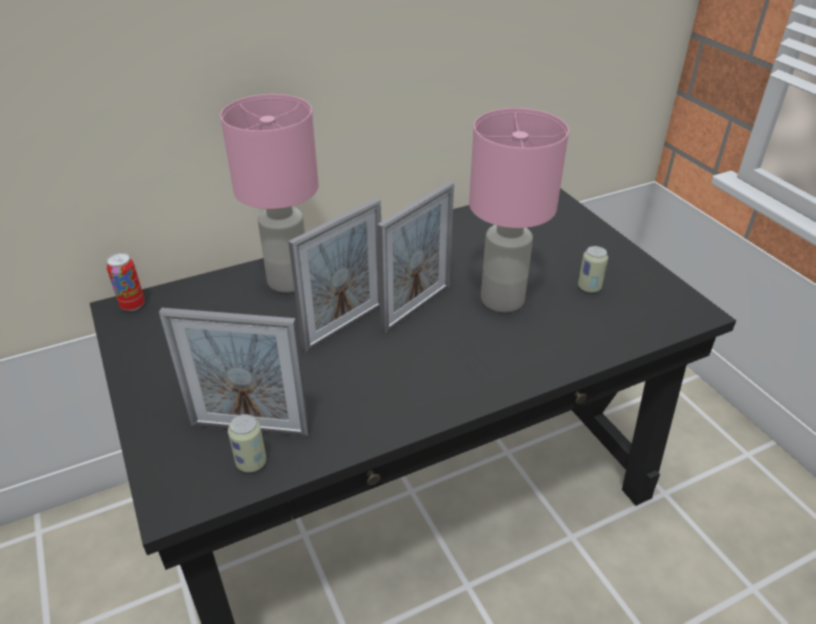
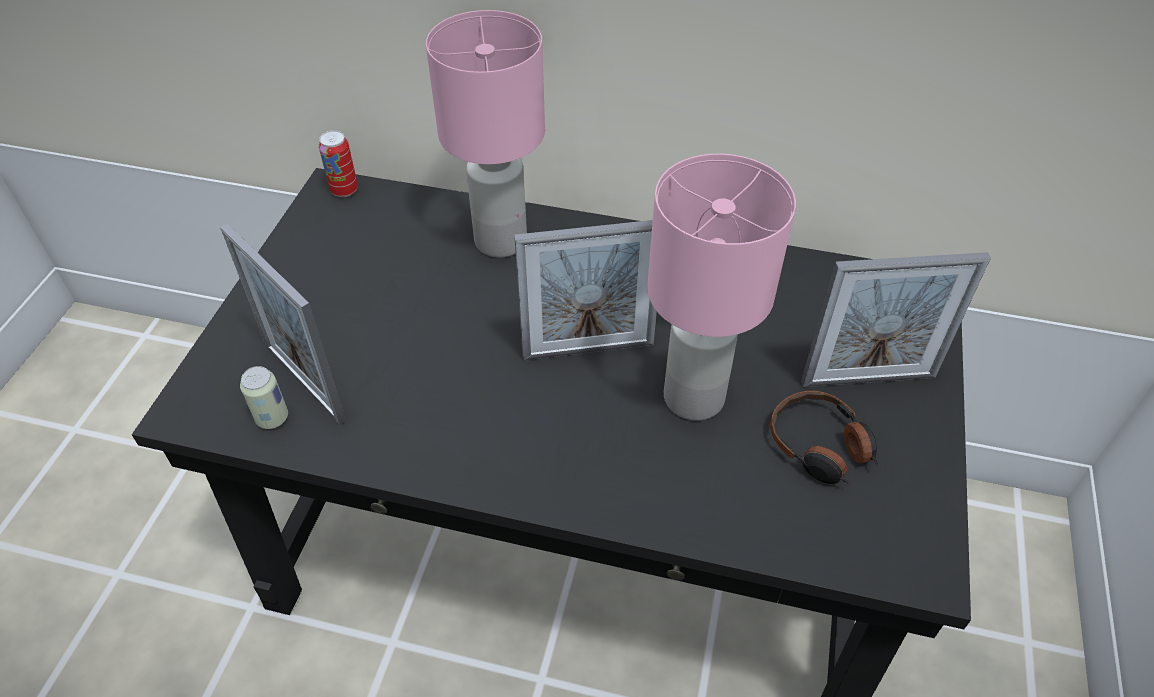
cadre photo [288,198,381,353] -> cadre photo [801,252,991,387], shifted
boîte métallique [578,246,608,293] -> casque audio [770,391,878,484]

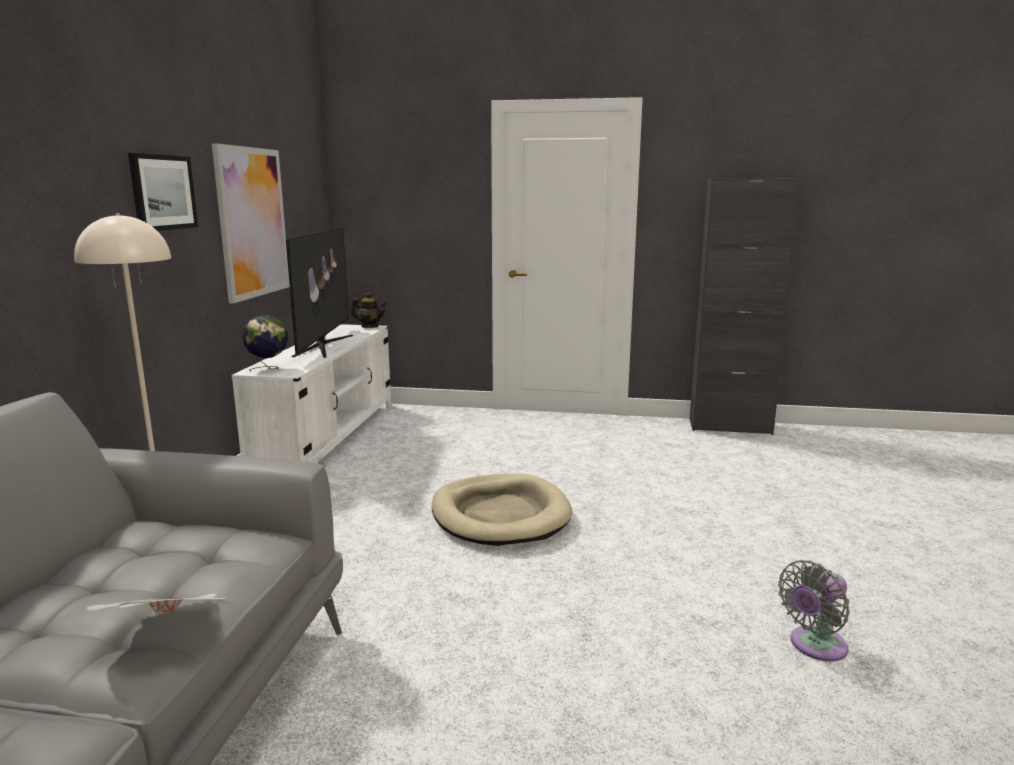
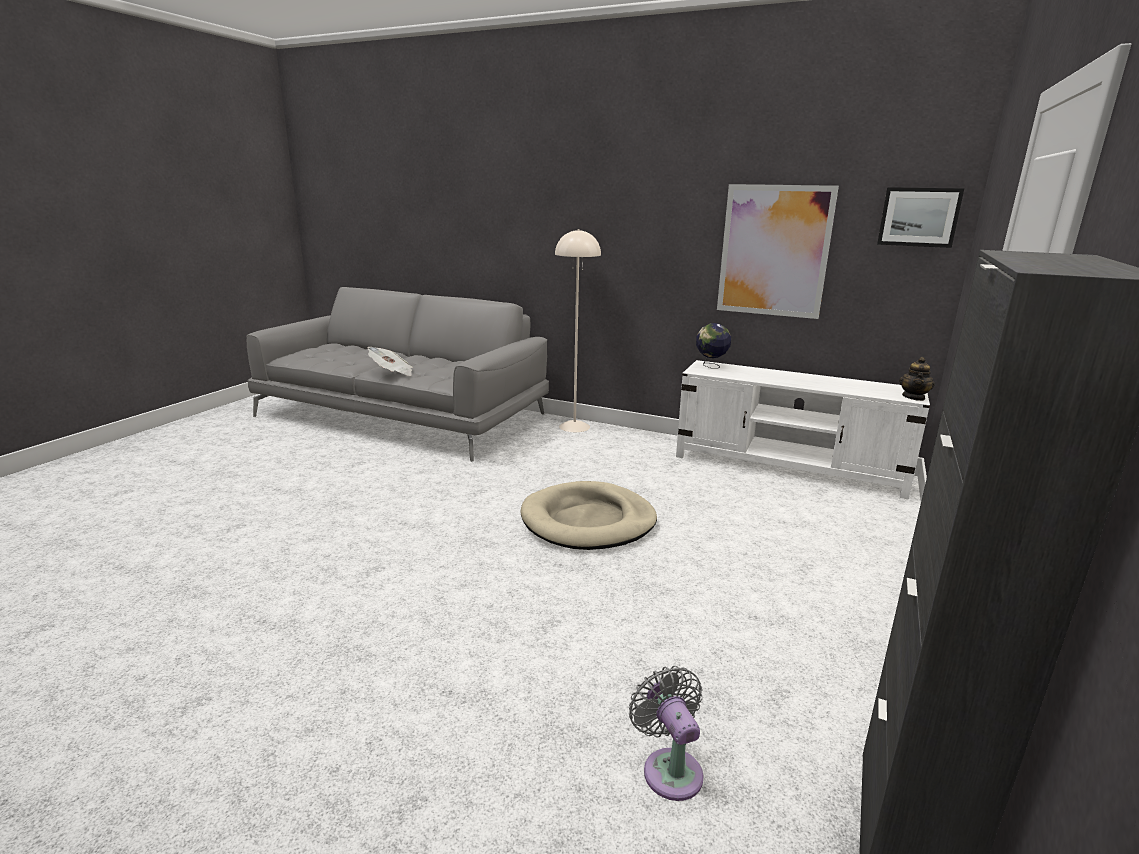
tableau [128,153,198,231] -> tableau [877,187,964,248], shifted
téléviseur [286,228,353,358] -> none
ventilateur/gris [778,560,850,661] -> ventilateur/gris [629,666,704,801], shifted

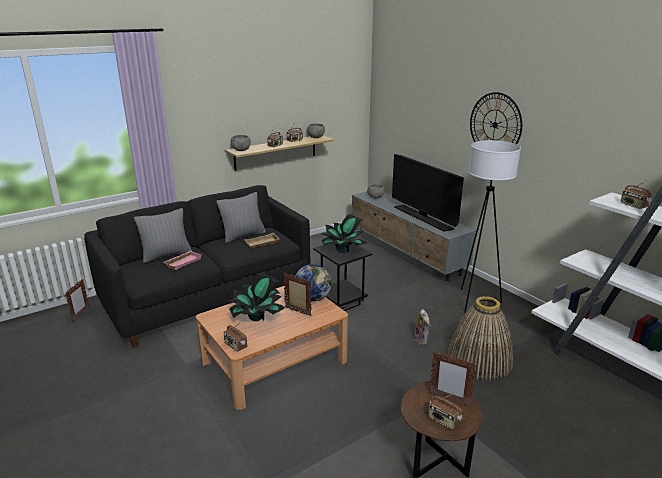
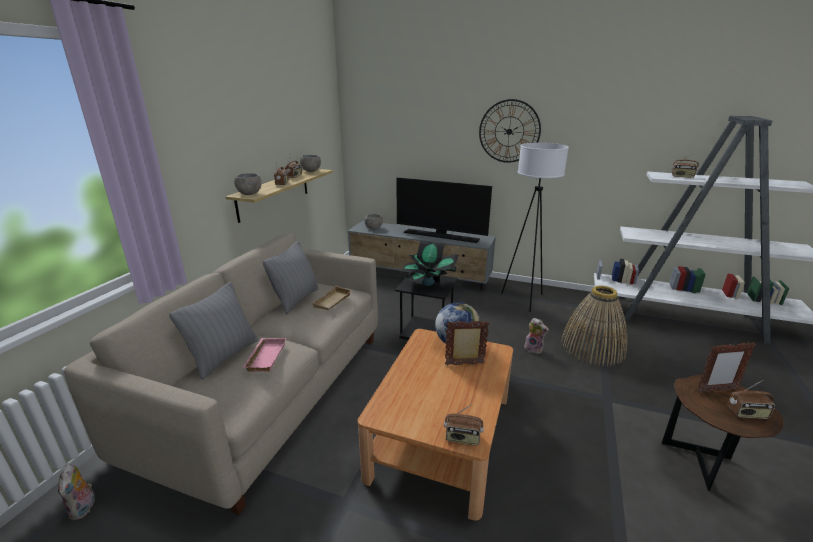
canapé/noir [84,185,311,348] -> canapé/beige [64,233,378,515]
plante en pot [227,272,285,321] -> none
cadre photo [65,279,90,321] -> peluche [58,463,95,520]

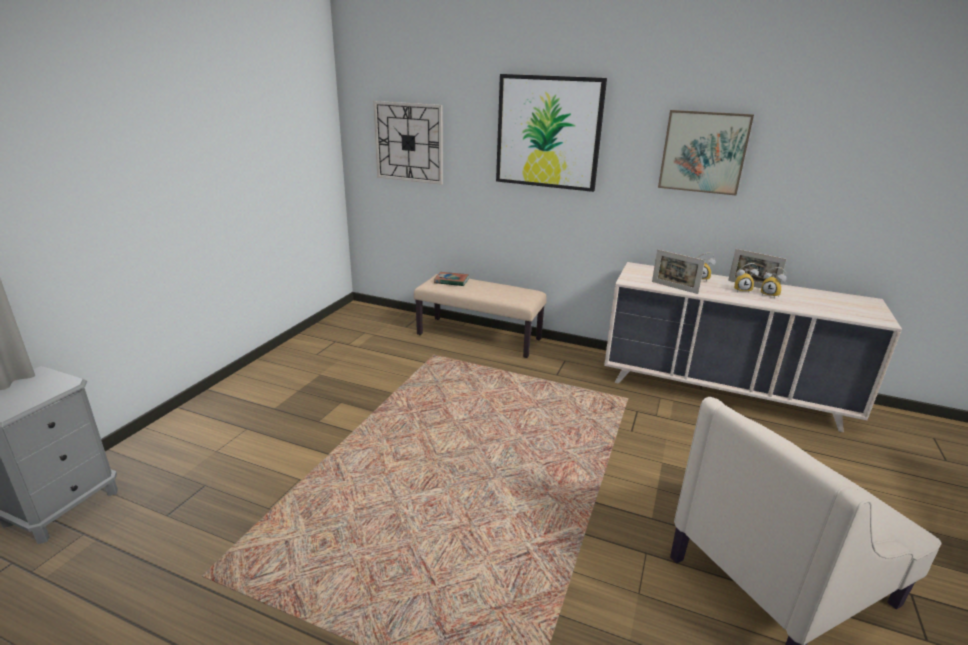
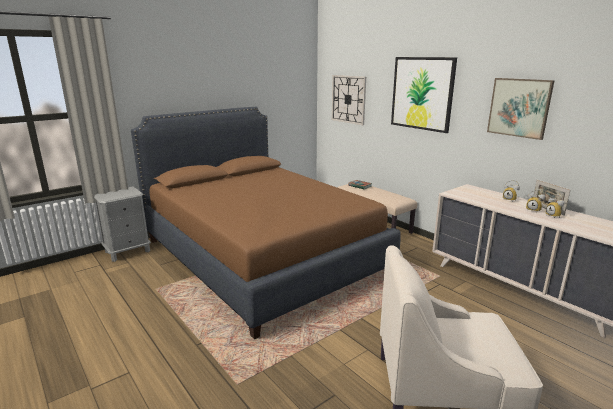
cadre photo [652,249,705,294] -> none
none -> lit/marron [131,107,401,339]

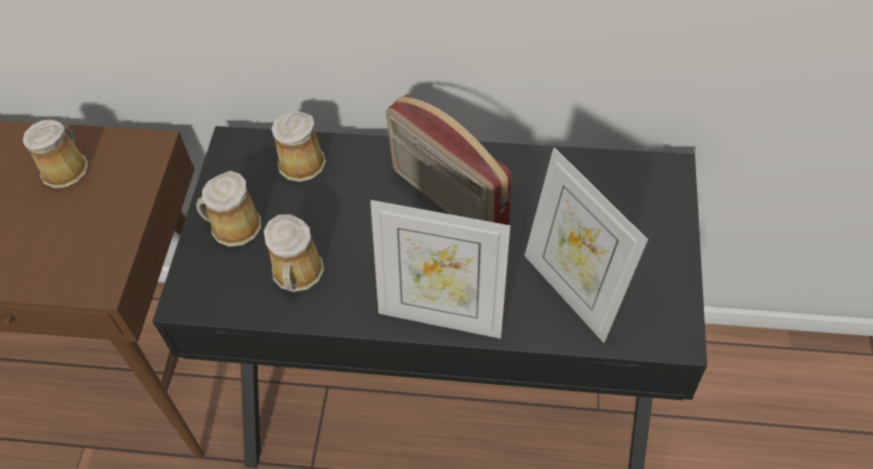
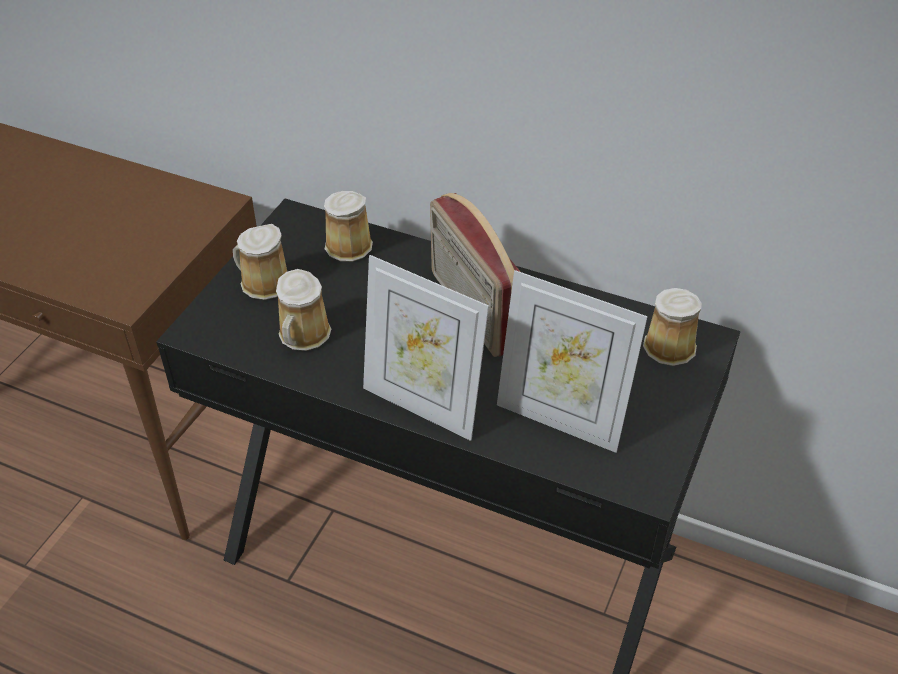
mug [22,120,88,188] -> mug [643,288,702,366], shifted
cadre photo [524,147,648,343] -> cadre photo [497,270,648,453], 45 degrees counterclockwise

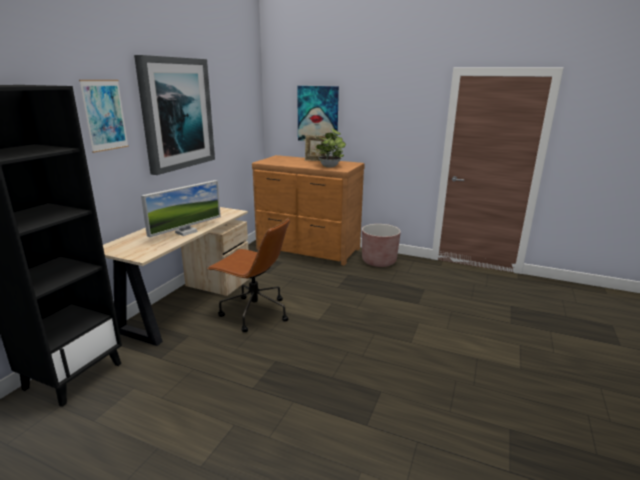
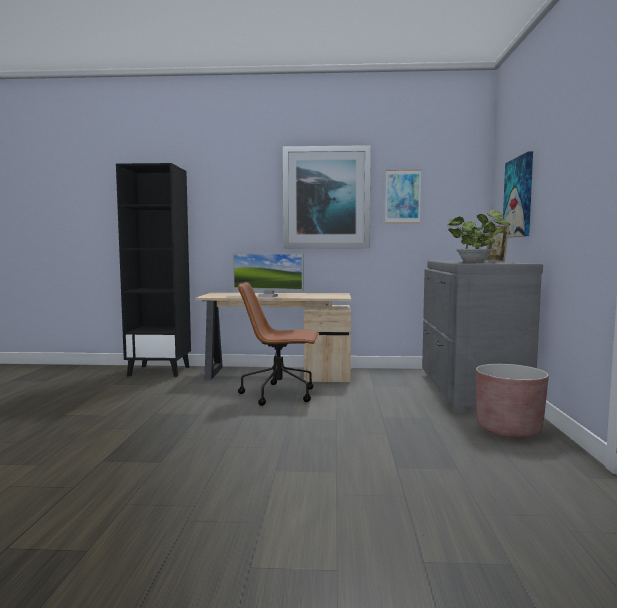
tableau [79,80,129,153] -> tableau [385,170,421,223], shifted
commode/marron [252,155,365,266] -> commode/gris [422,261,543,413]
chaise de bureau/marron [207,218,290,332] -> chaise de bureau/marron [238,282,319,406], 90 degrees clockwise

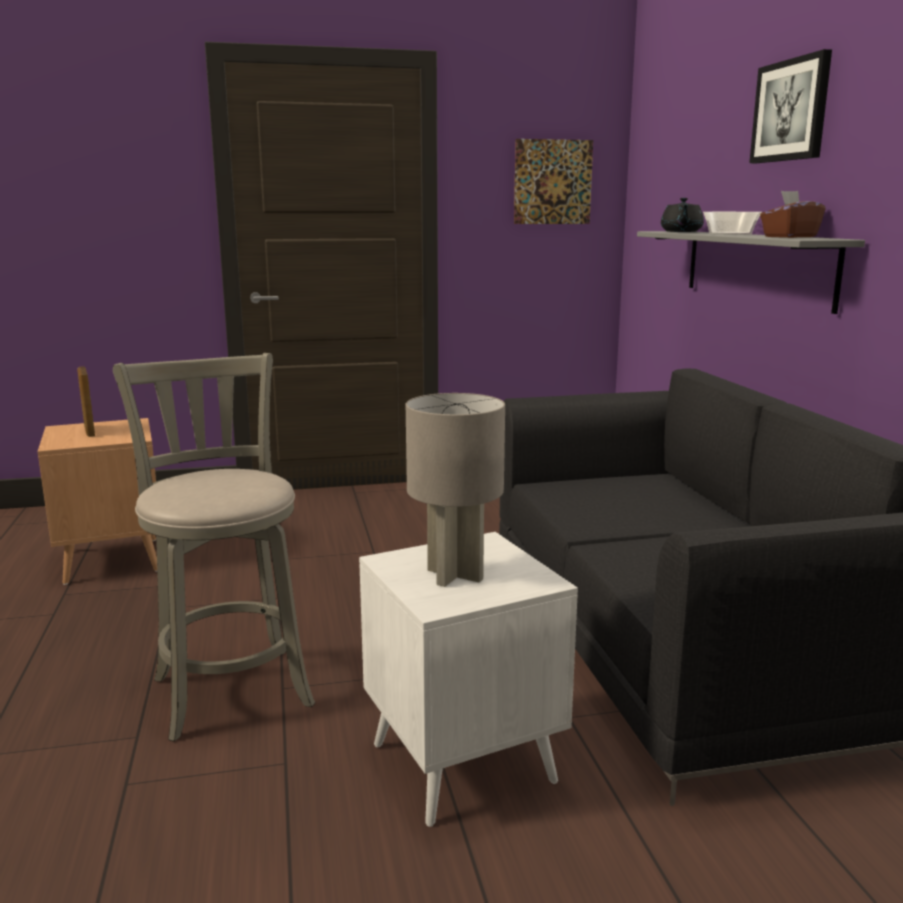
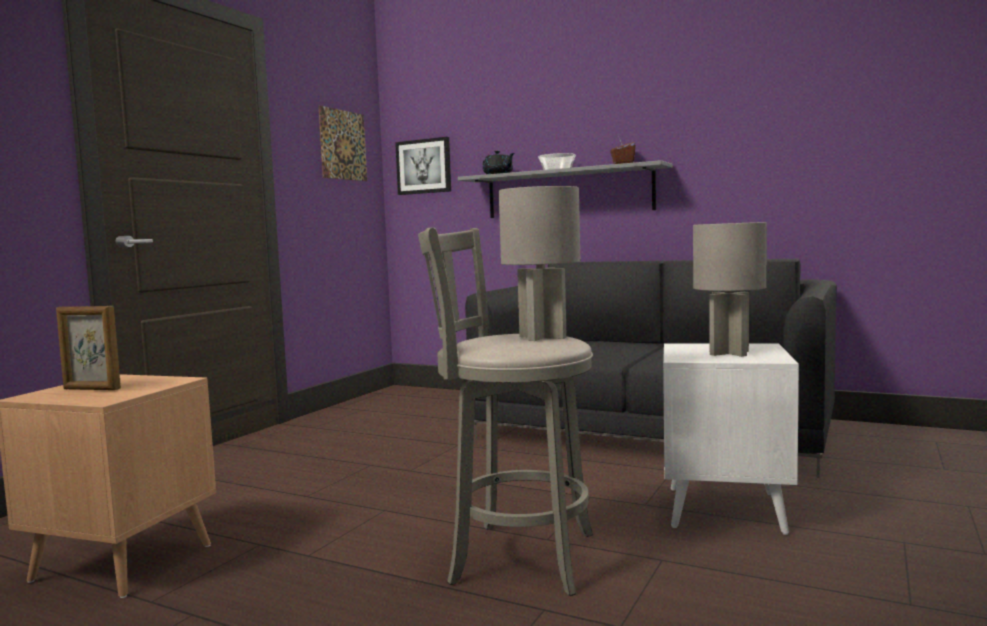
tableau [749,49,832,163] -> tableau [395,137,451,195], shifted
none -> lampe de table/gris [499,186,580,341]

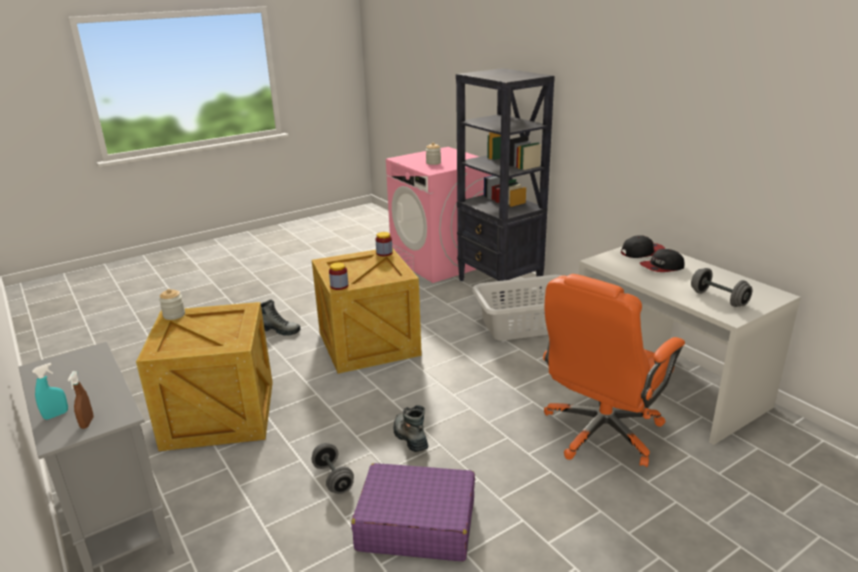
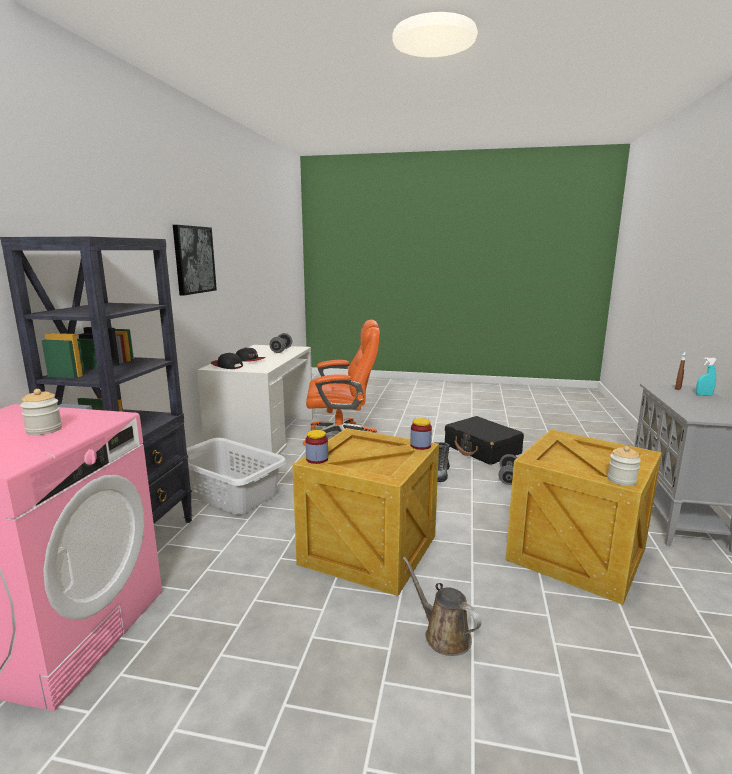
botte [261,300,300,336] -> arrosoir/marron [403,557,481,656]
valise/violet [351,463,475,561] -> valise/noir [445,416,524,465]
none -> tableau [173,225,217,296]

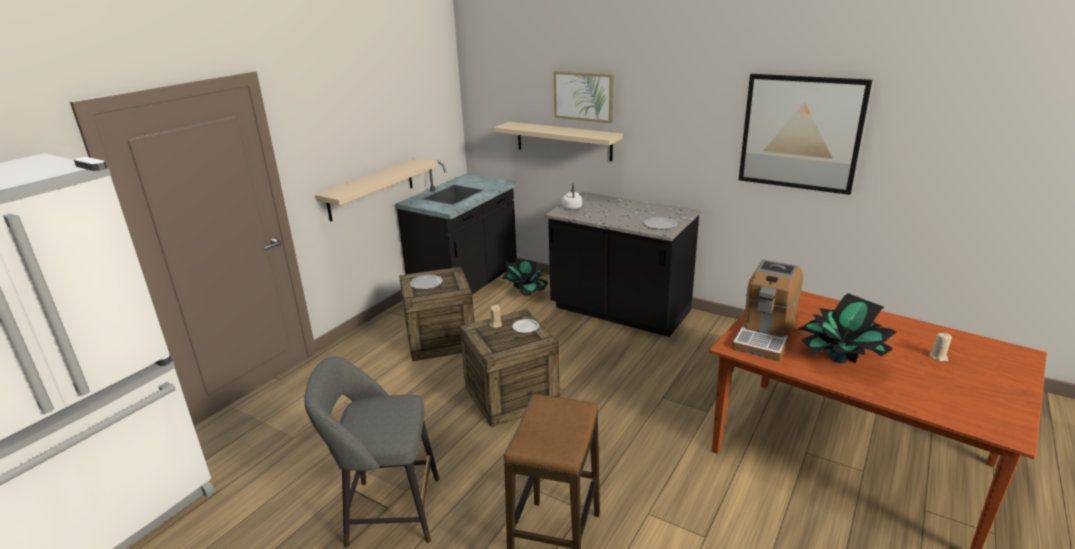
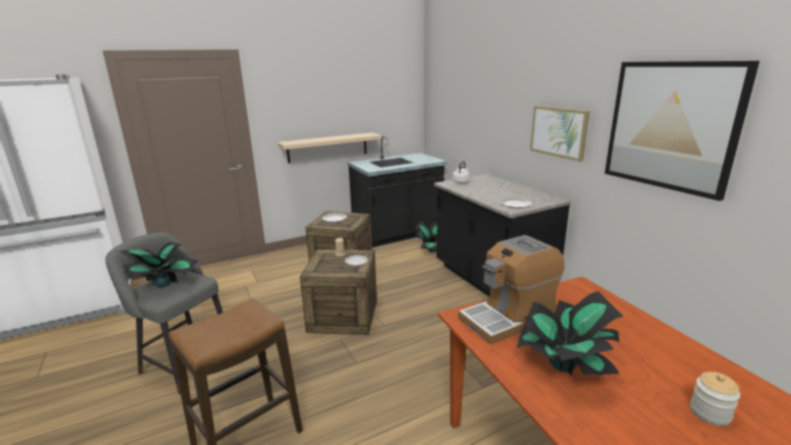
tableau [554,71,614,123] -> tableau [530,106,590,162], shifted
étagère/beige [494,122,623,161] -> none
bougie/beige [930,333,952,362] -> bocal [690,372,740,426]
none -> plante en pot [119,242,198,287]

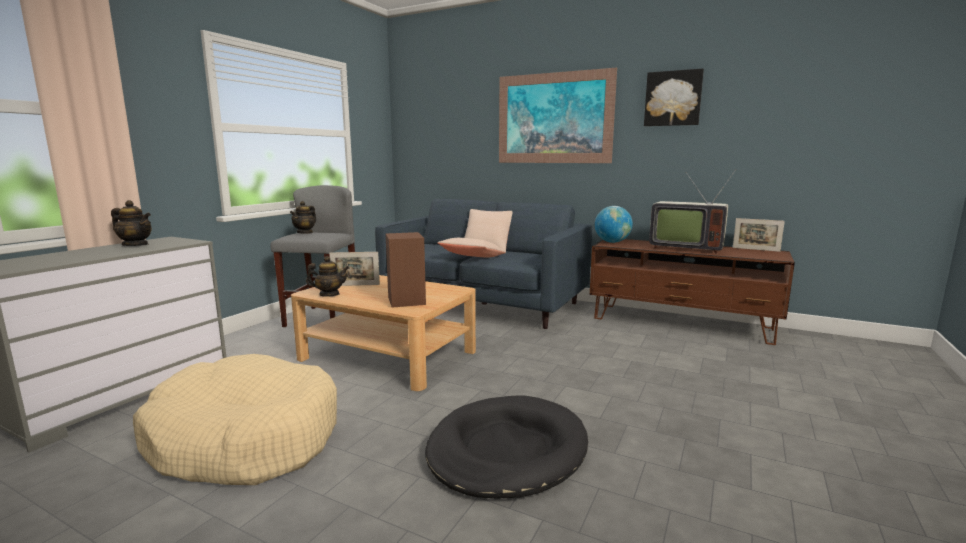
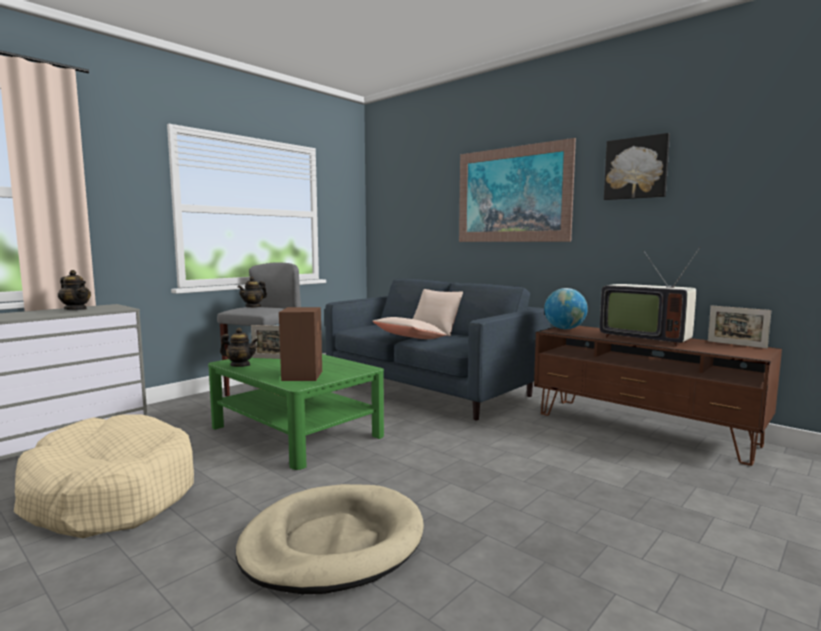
table basse/beige [291,275,476,391] -> table basse/vert [208,354,384,470]
panier pour chien/noir [425,395,588,499] -> panier pour chien/beige [236,484,424,594]

